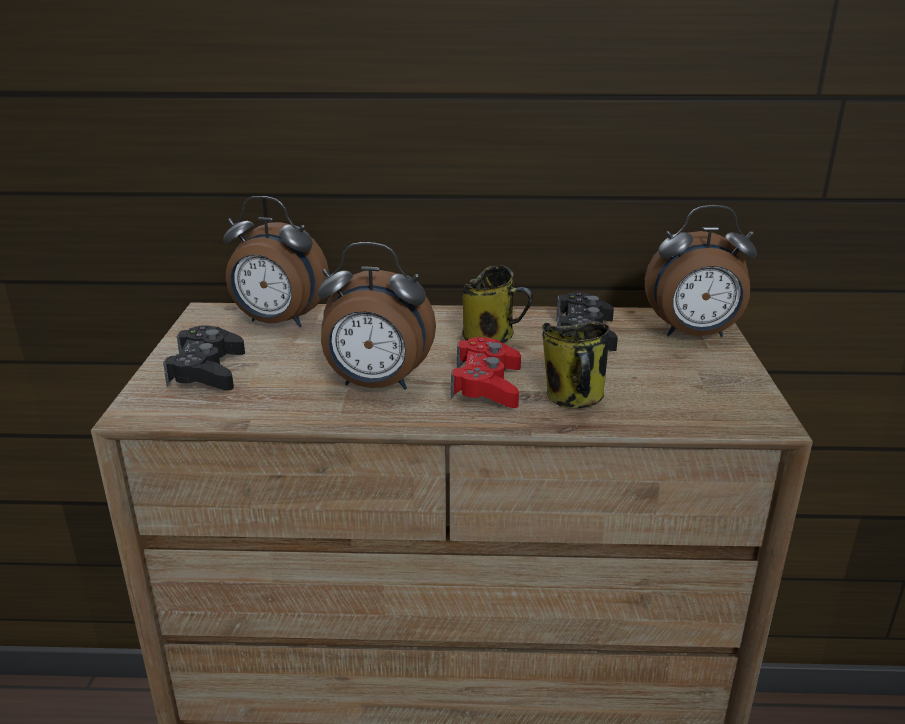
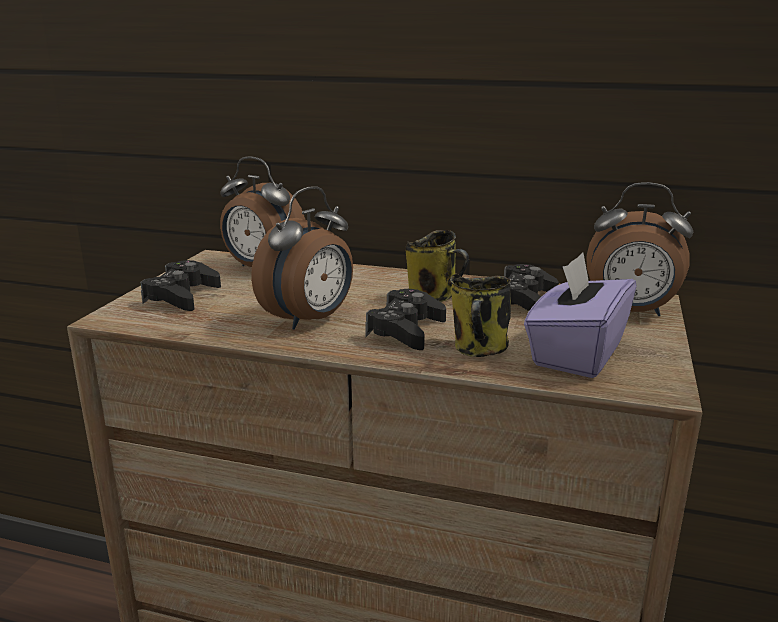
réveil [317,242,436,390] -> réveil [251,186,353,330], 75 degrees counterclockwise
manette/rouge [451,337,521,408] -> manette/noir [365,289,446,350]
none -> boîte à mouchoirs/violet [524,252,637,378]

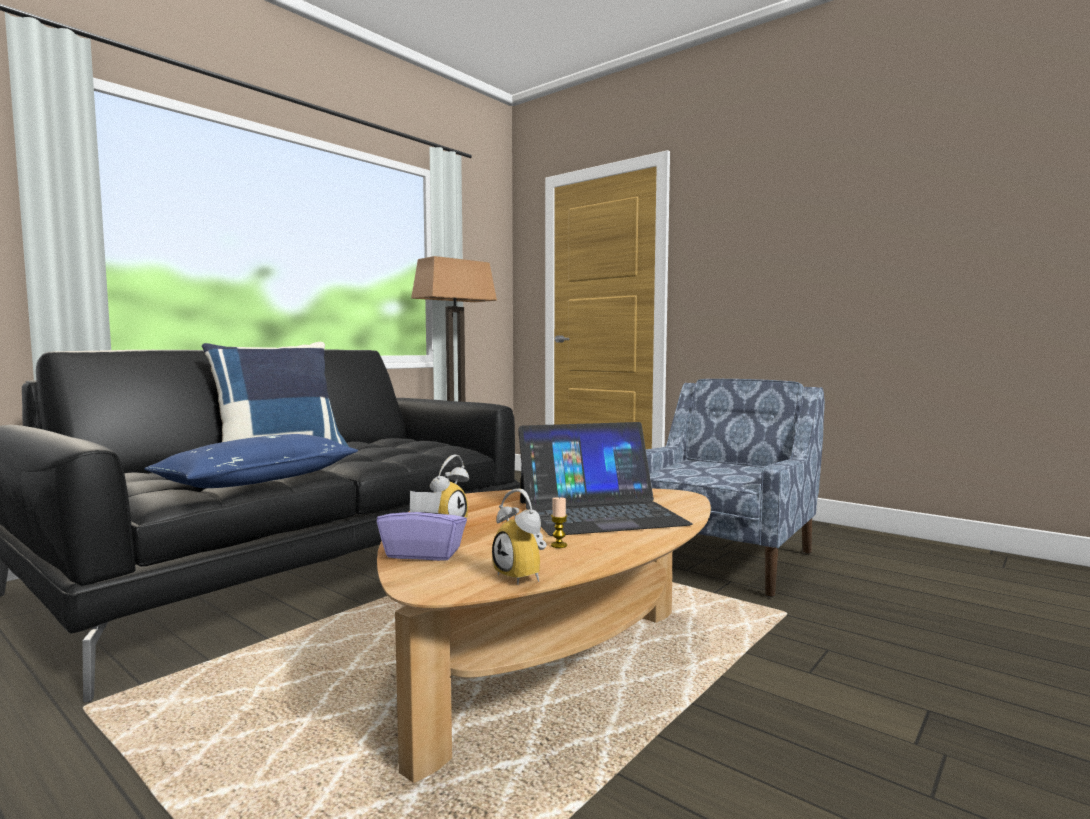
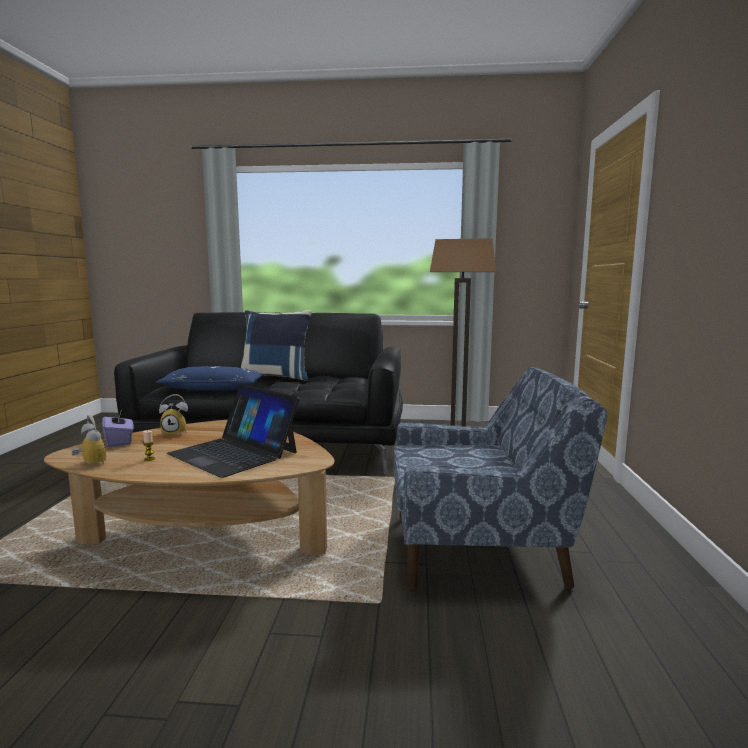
réveil [492,489,547,585] -> réveil [72,415,106,467], 120 degrees clockwise

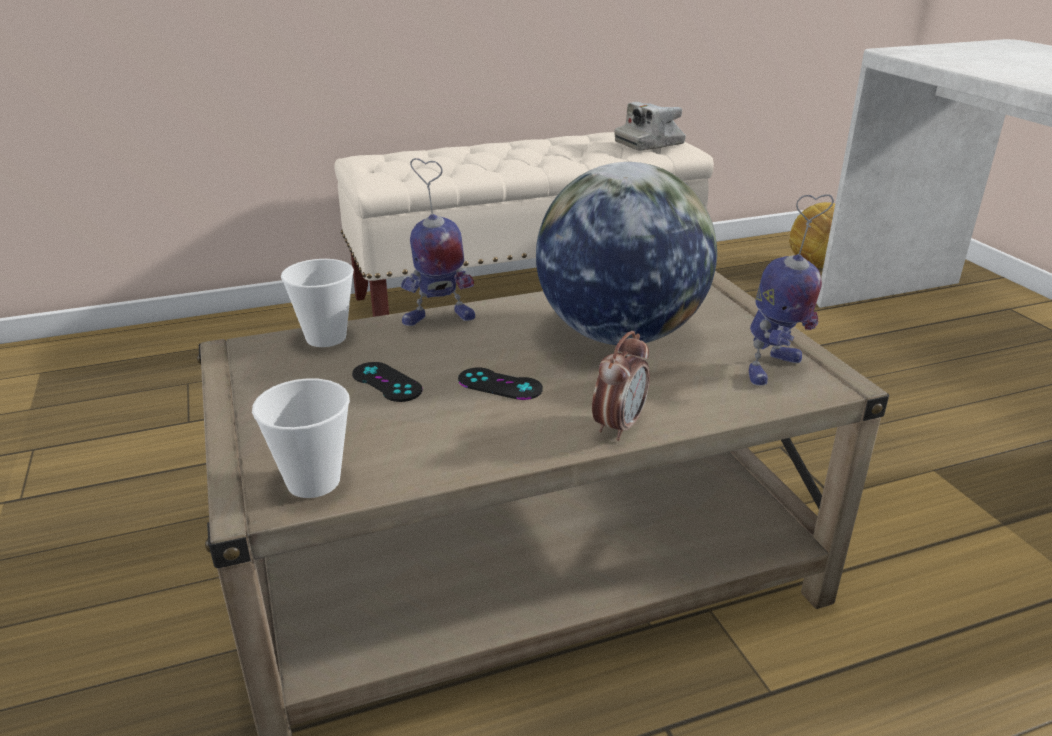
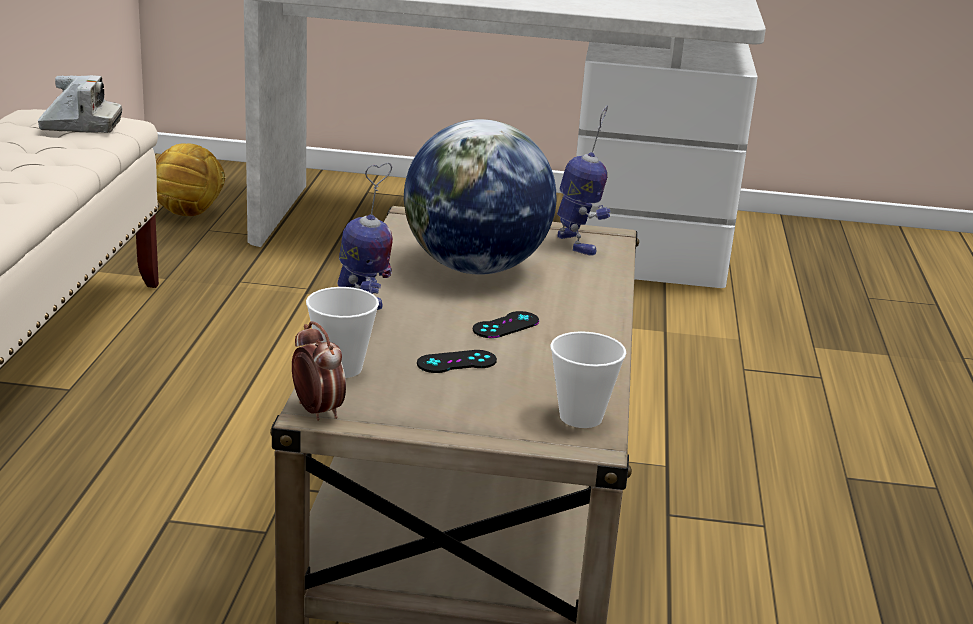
appareil photo [614,102,686,151] -> appareil photo [38,75,122,133], 90 degrees counterclockwise
réveil [592,331,650,441] -> réveil [292,321,346,421], shifted

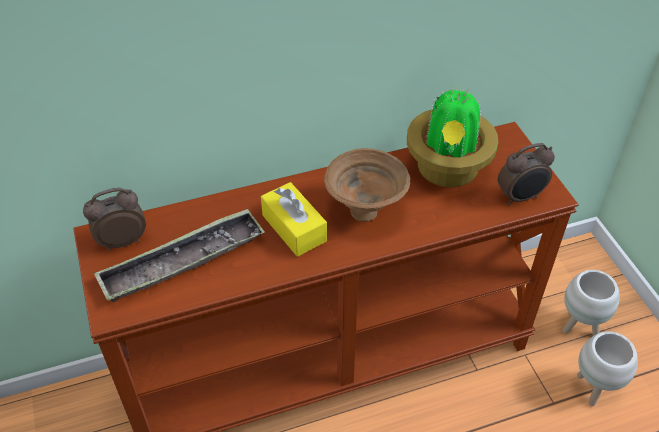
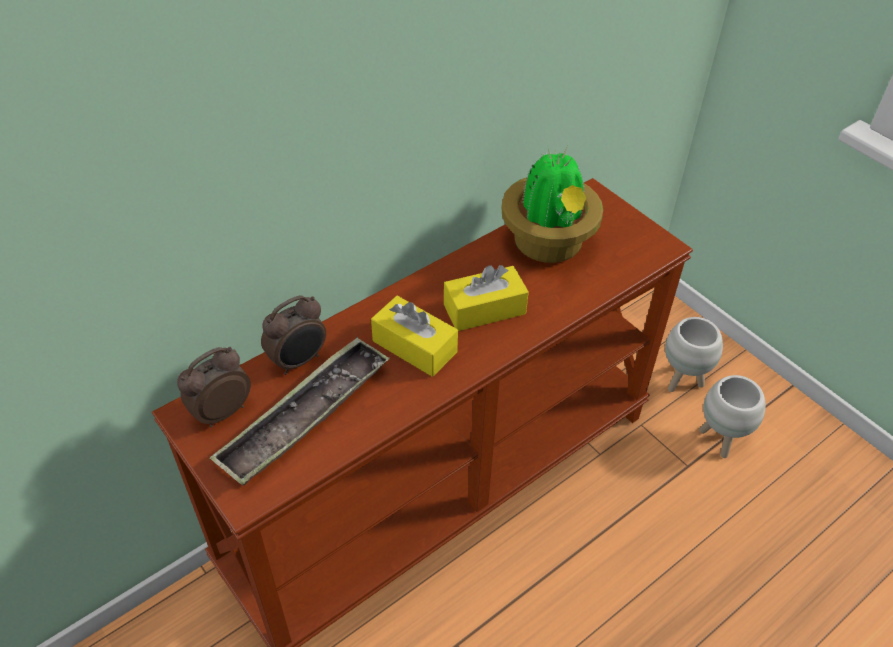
réveil [498,143,555,205] -> réveil [261,295,326,375], shifted
bol/marron [324,148,410,222] -> boîte à mouchoirs/jaune [444,265,529,331]

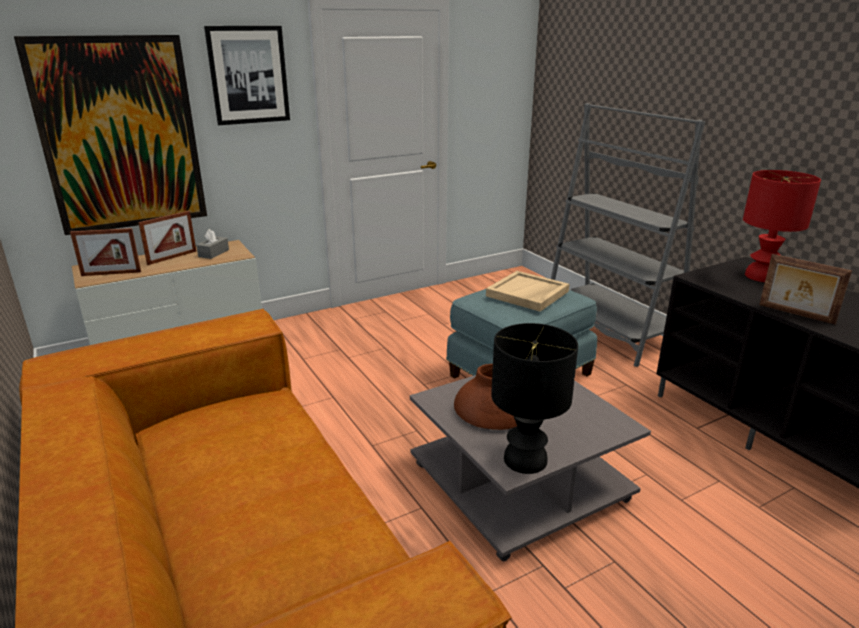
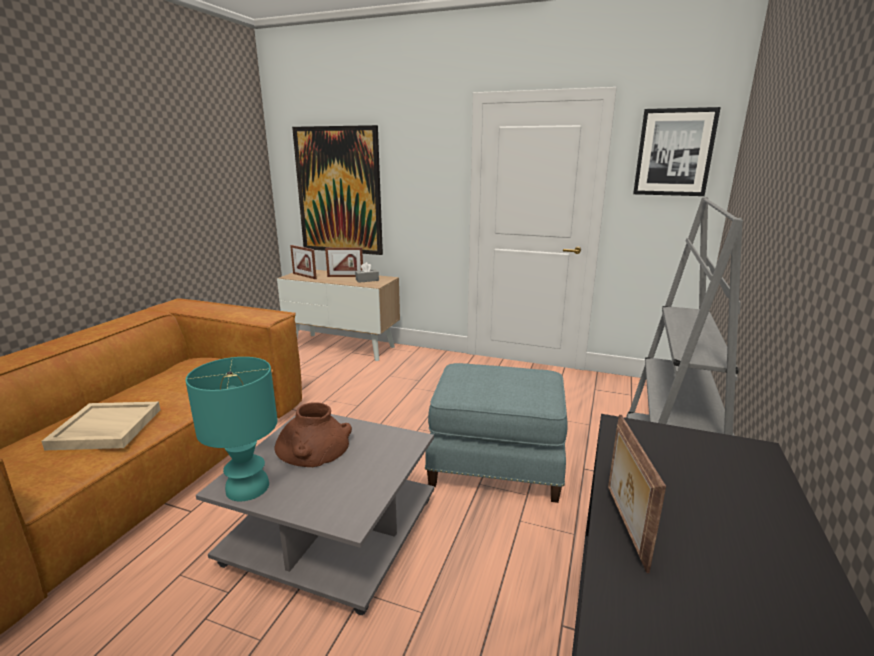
tableau [204,26,290,125] -> tableau [633,107,721,196], shifted
lampe de table/rouge [743,170,821,282] -> none
plateau/beige [486,271,569,312] -> plateau/beige [41,402,160,450], shifted
lampe de table/noir [491,323,578,474] -> lampe de table/turquoise [185,357,278,501]

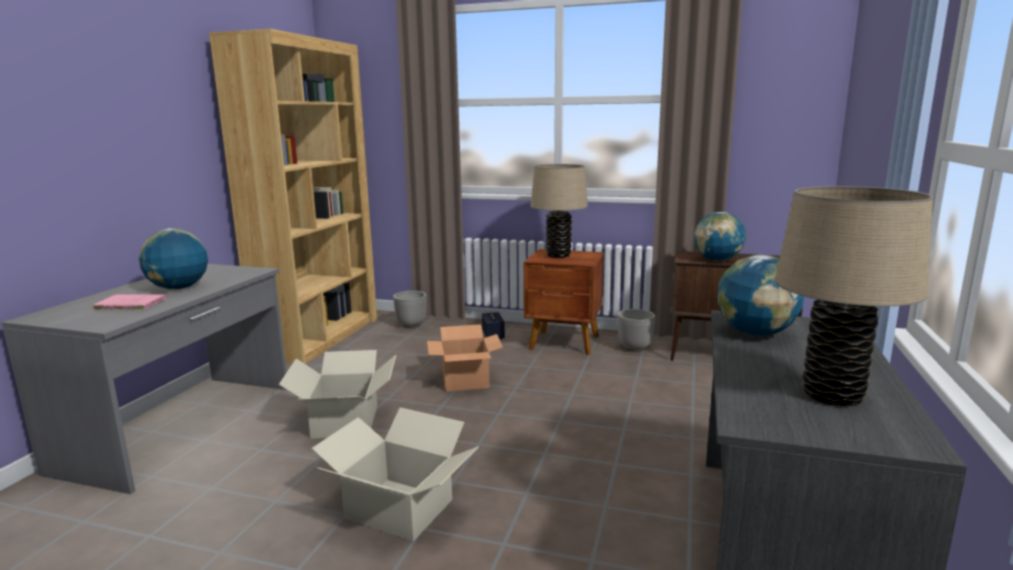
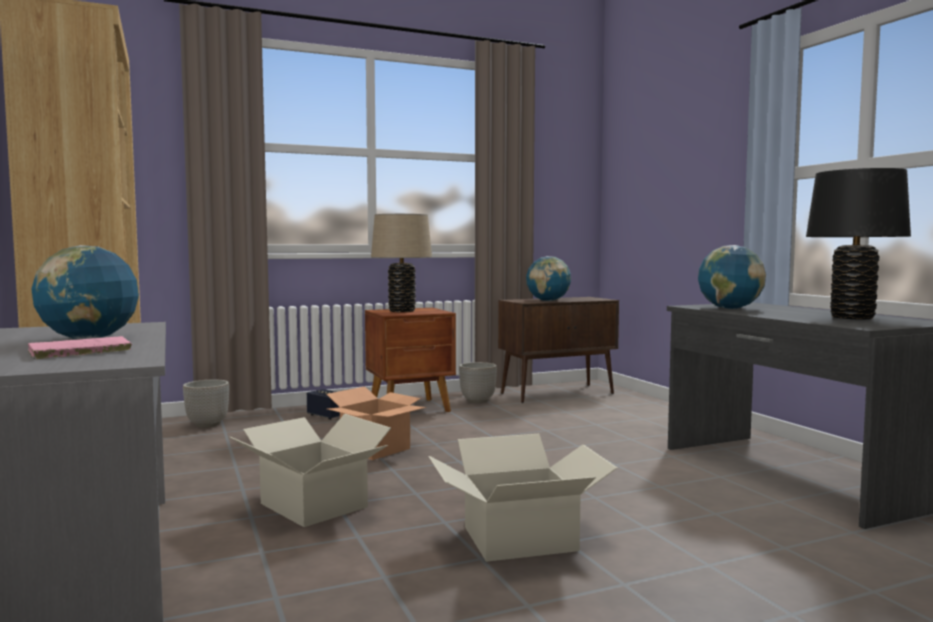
lampe de table/beige [775,186,933,407] -> lampe de table/noir [806,168,911,320]

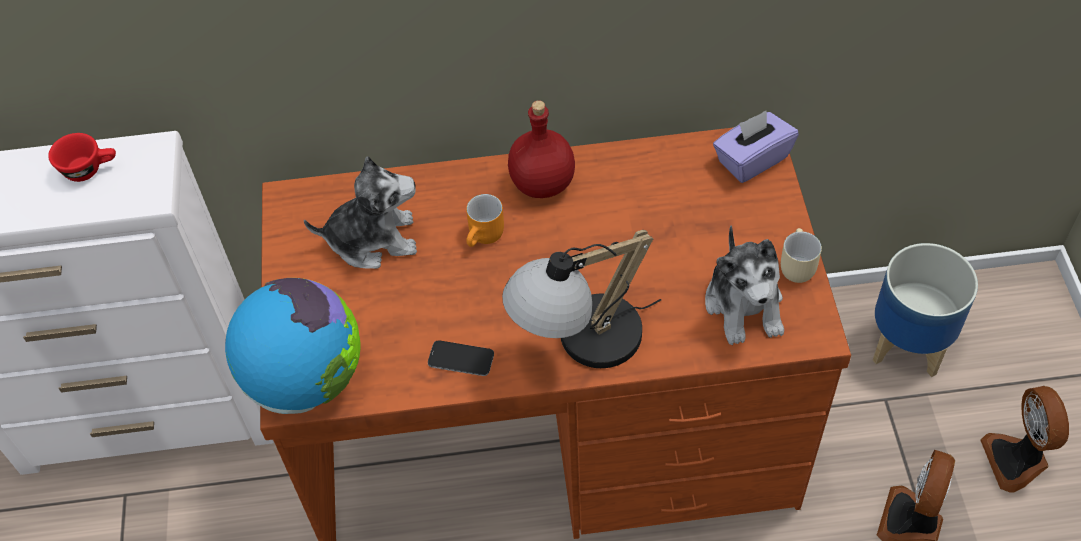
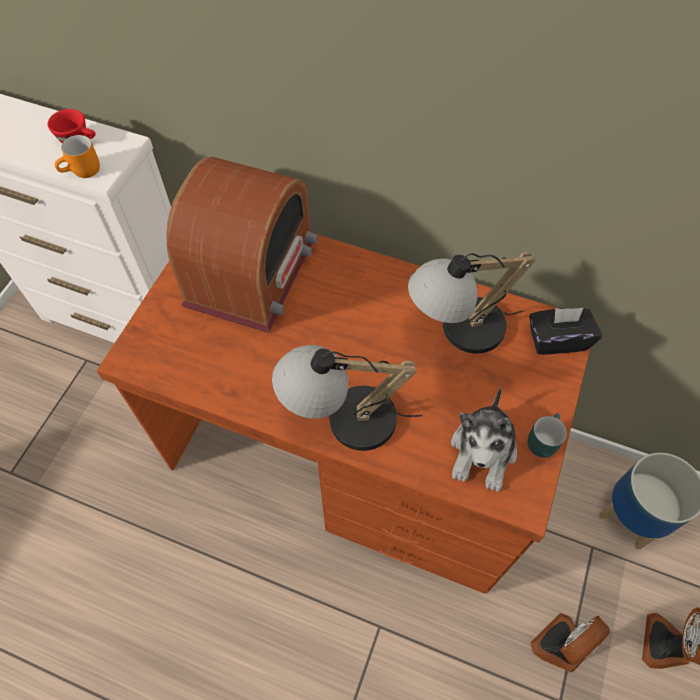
bouteille/rouge [508,100,575,198] -> none
boîte à mouchoirs/violet [713,110,799,183] -> boîte à mouchoirs/noir [529,308,602,355]
peluche [304,156,417,269] -> radio [167,156,318,333]
mug/orange [466,194,504,247] -> mug/orange [55,135,100,178], shifted
mug/beige [781,228,822,283] -> mug/turquoise [528,413,567,458]
globe [225,278,361,414] -> none
téléphone [428,340,494,376] -> none
none -> lampe de table [408,252,535,353]

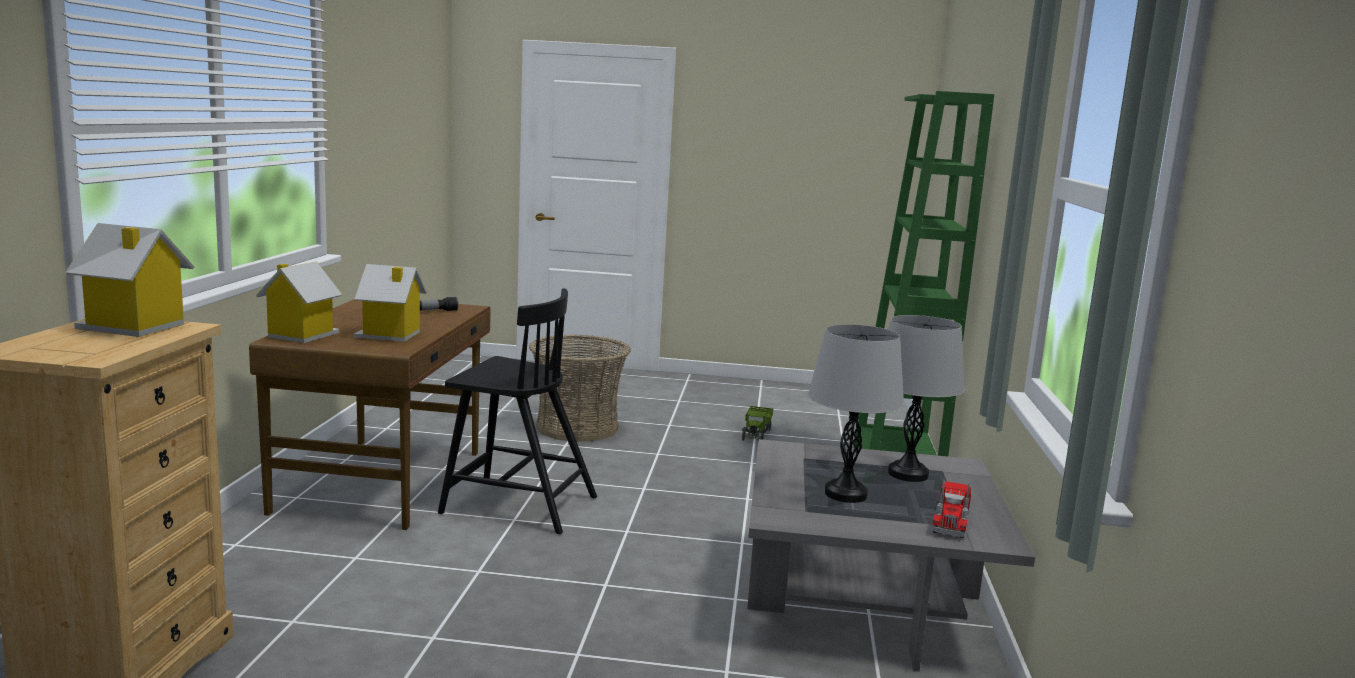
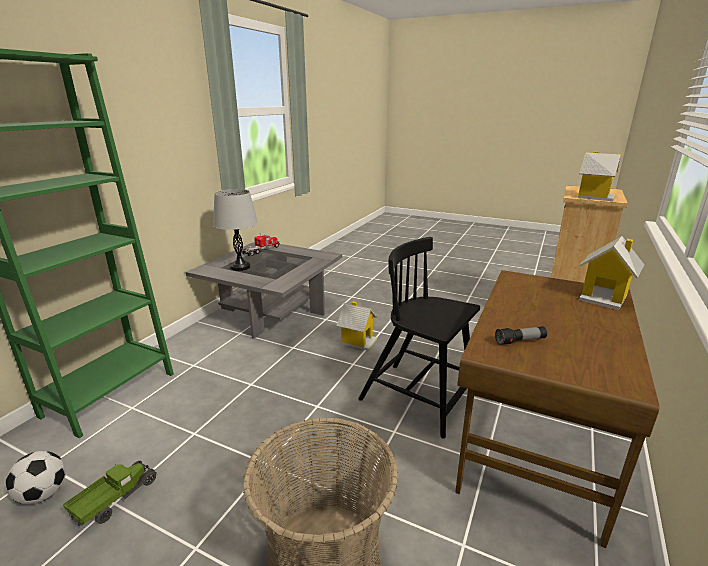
maison miniature [354,264,427,342] -> maison miniature [337,301,377,351], shifted
lampe de table/gris [808,324,904,503] -> none
none -> ballon de foot [5,451,66,504]

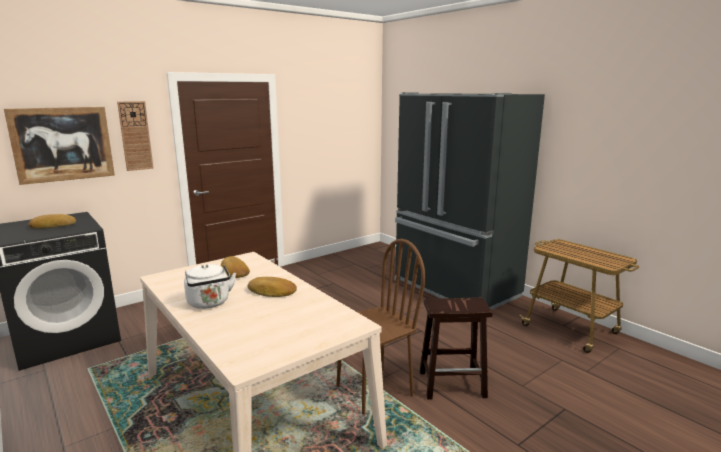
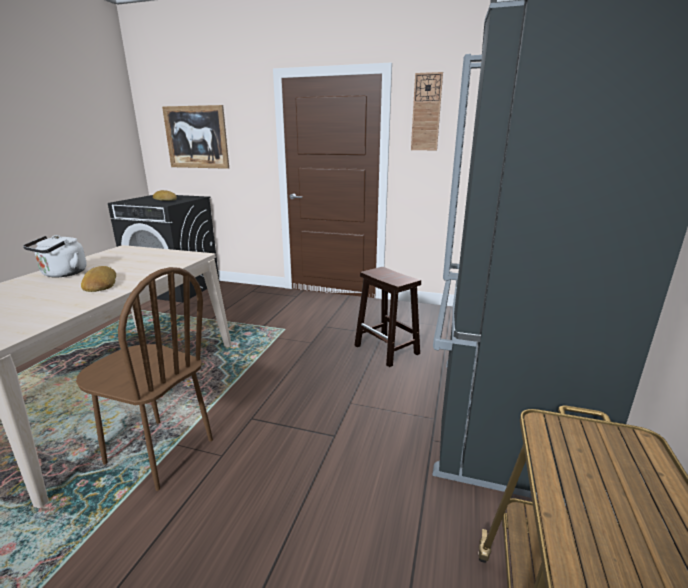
horloge murale [117,101,154,171] -> horloge murale [411,72,443,150], shifted
pain [221,256,250,278] -> none
tabouret/marron [420,297,492,400] -> tabouret/marron [354,267,421,367], shifted

